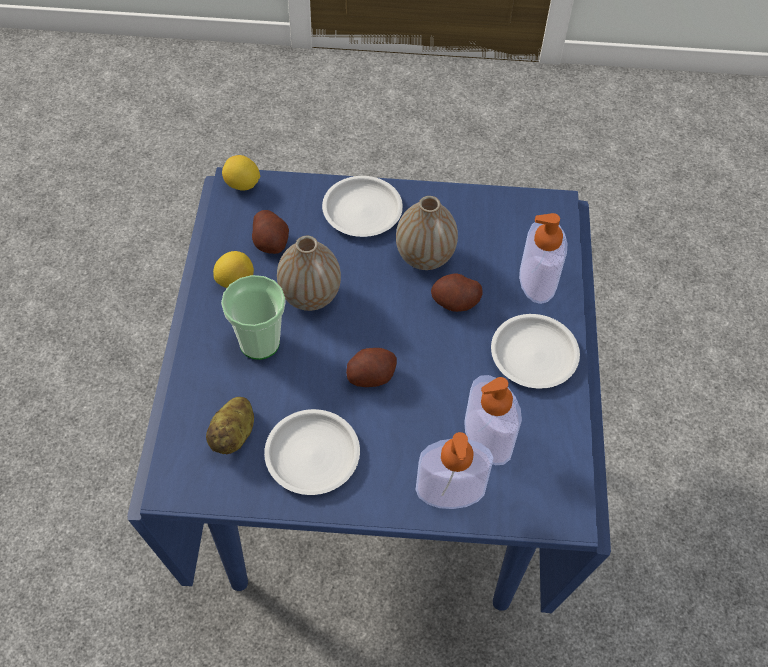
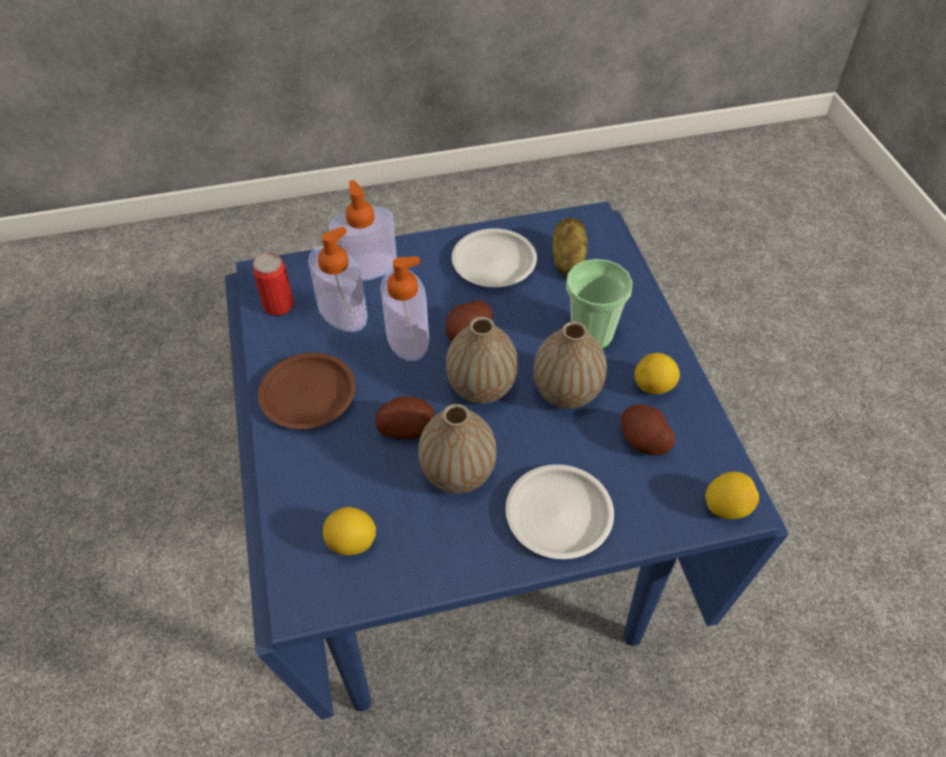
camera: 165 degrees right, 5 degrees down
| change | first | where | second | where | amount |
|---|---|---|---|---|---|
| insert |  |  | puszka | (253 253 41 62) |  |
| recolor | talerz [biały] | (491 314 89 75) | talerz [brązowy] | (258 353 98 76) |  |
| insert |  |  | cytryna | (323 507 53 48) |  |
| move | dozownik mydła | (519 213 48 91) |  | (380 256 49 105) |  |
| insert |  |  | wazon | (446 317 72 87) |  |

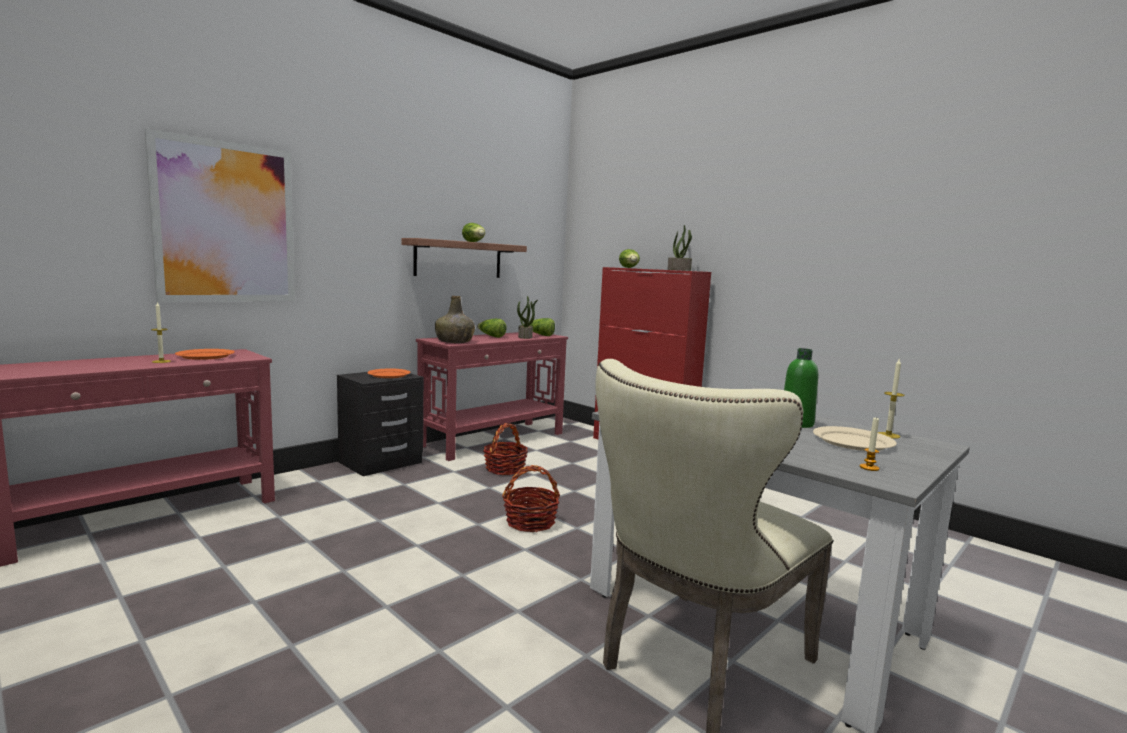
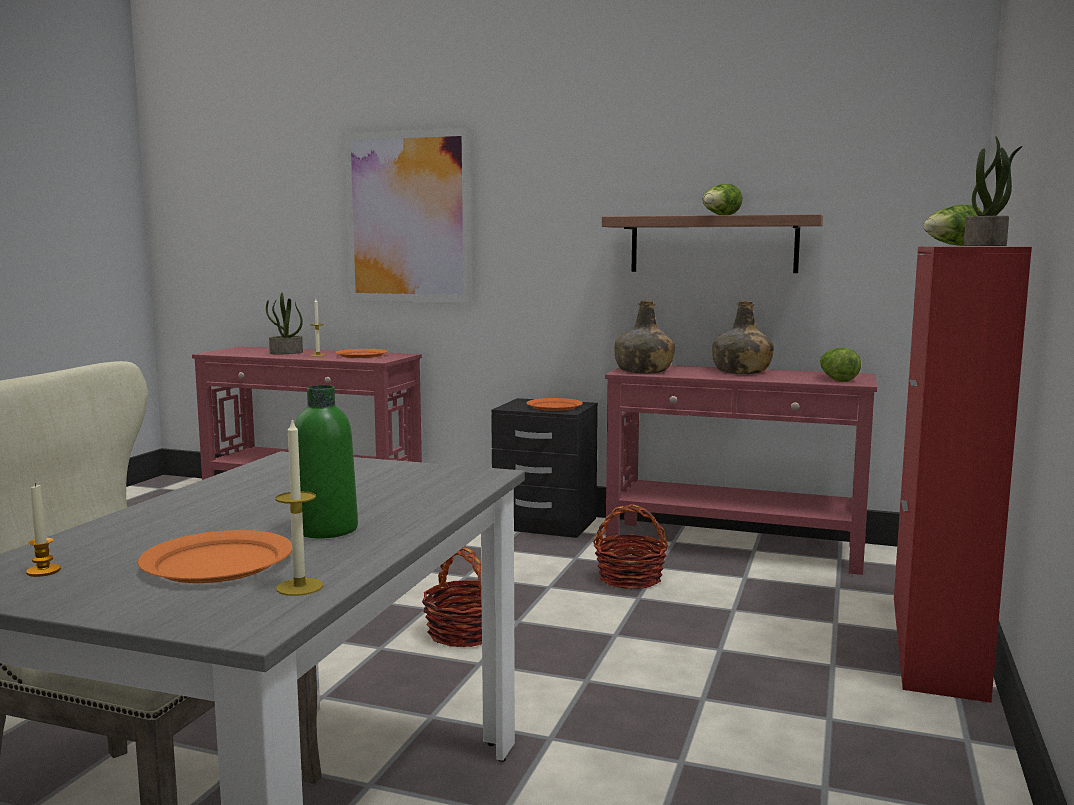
camera: 65 degrees right, 0 degrees up
| change | first | where | second | where | amount |
|---|---|---|---|---|---|
| recolor | talerz [beżowy] | (813 426 84 25) | talerz [pomarańczowy] | (138 530 154 53) |  |
| move | roślina doniczkowa | (517 296 21 43) |  | (266 293 37 61) |  |
| replace | sałata | (477 319 29 19) | butelka [zielony] | (712 301 62 73) |  |

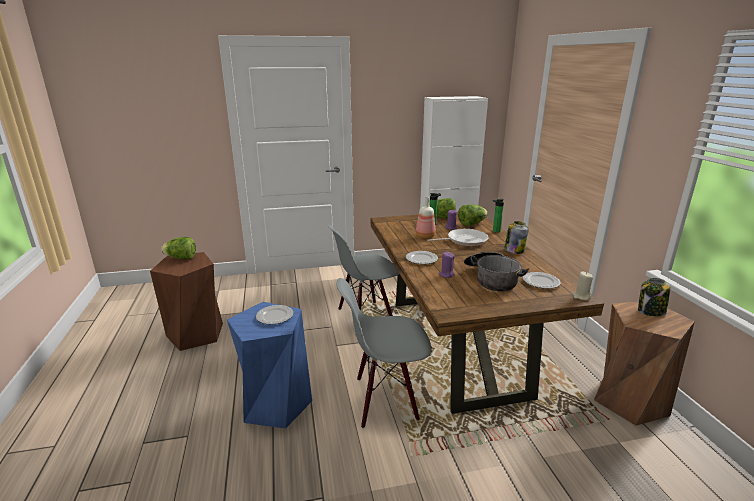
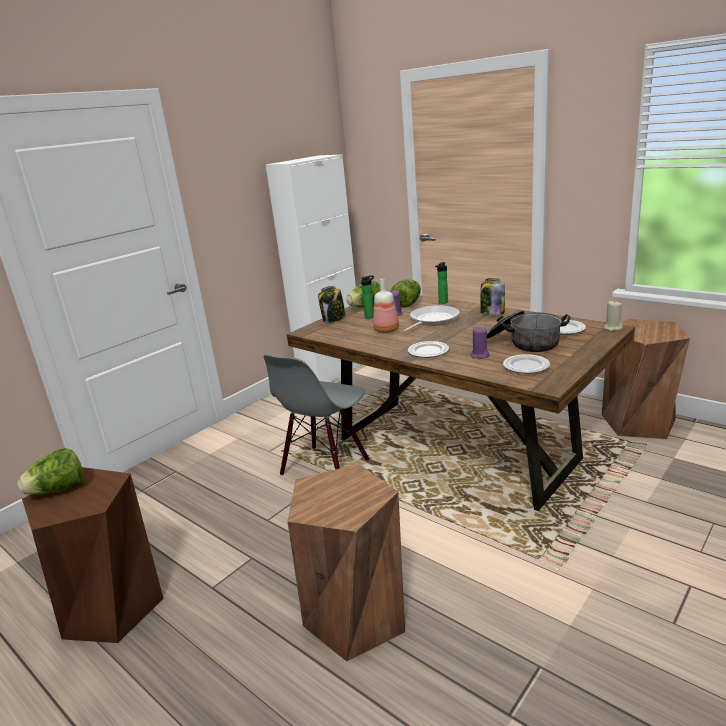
camera: 35 degrees left, 0 degrees up
| change | first | where | second | where | amount |
|---|---|---|---|---|---|
| recolor | stołek [niebieski] | (227 302 85 127) | stołek [brązowy] | (287 464 118 198) |  |
| move | słoik | (638 278 32 38) |  | (318 286 28 37) |  |
| move | talerz | (256 305 37 19) |  | (503 354 47 19) |  |
| delete | krzesło [szary] | (336 278 95 150) |  |  |  |

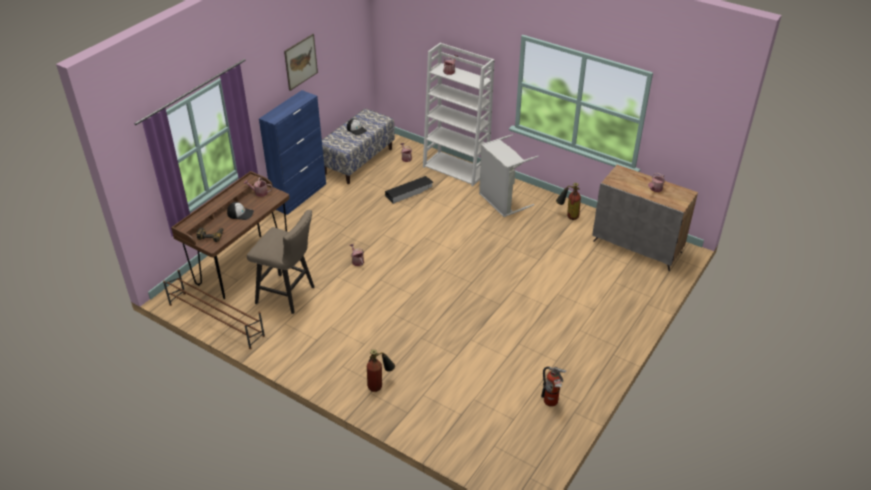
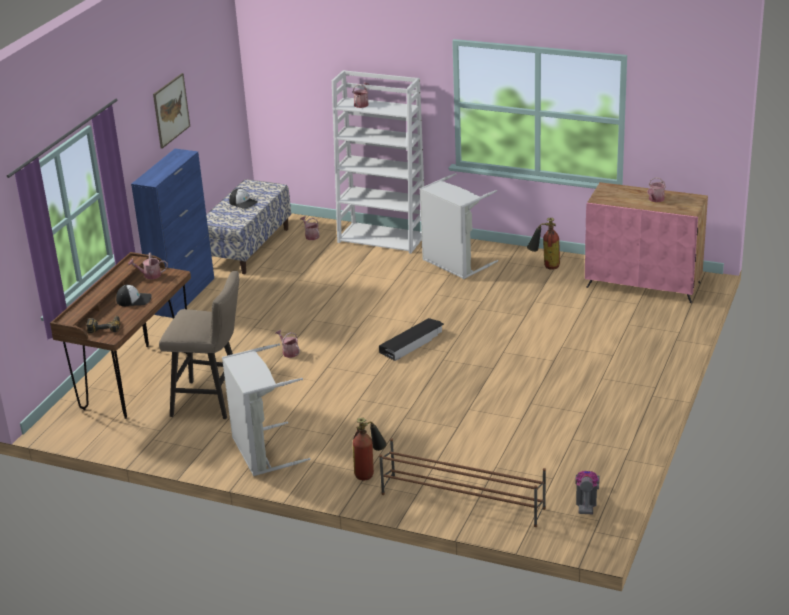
camera: 10 degrees left, 10 degrees down
| change | first | where | second | where | amount |
|---|---|---|---|---|---|
| insert |  |  | kosz na pranie [szary] | (222 343 89 133) |  |
| move | pojemnik do przechowywania [czarny] | (385 176 49 28) |  | (379 318 65 43) |  |
| move | regał na buty [brązowy] | (163 270 102 79) |  | (379 438 167 89) |  |
| insert |  |  | odkurzacz | (575 471 25 43) |  |
| recolor | szafka [szary] | (592 165 106 106) | szafka [różowy] | (585 182 123 121) |  |
| delete | gaśnica | (541 366 26 40) |  |  |  |

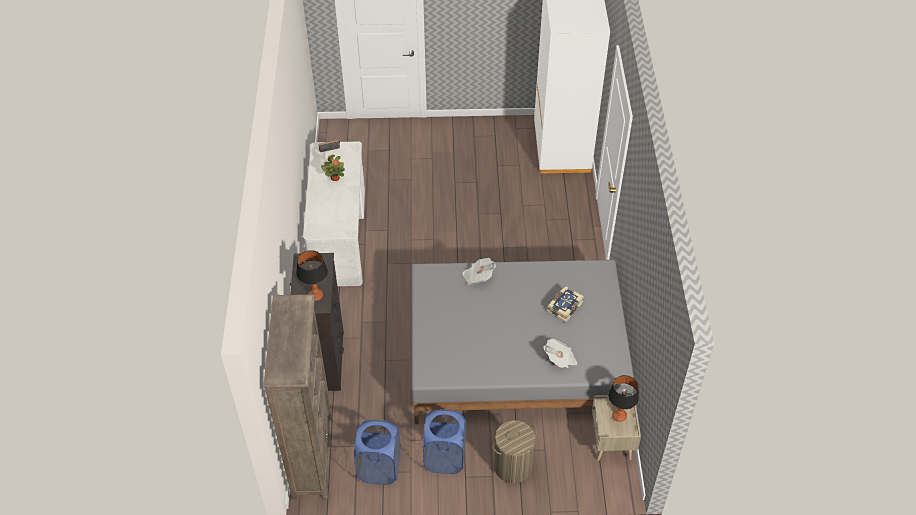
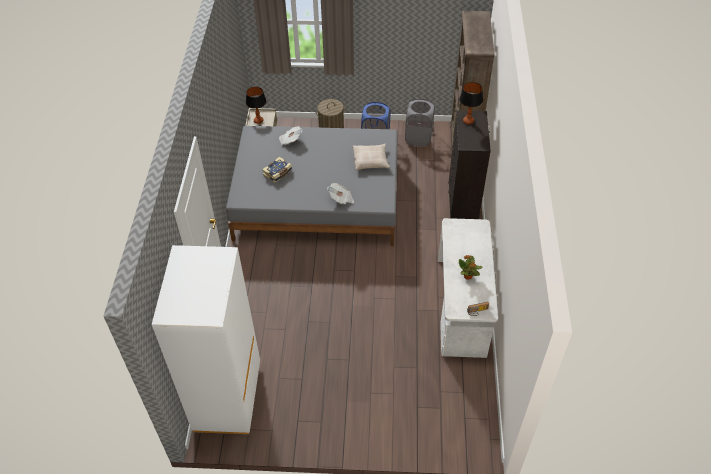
camera: 175 degrees left, 0 degrees up
| change | first | where | second | where | amount |
|---|---|---|---|---|---|
| insert |  |  | poduszka [beżowy] | (352 144 38 26) |  |
| recolor | kosz na pranie [niebieski] | (354 420 47 65) | kosz na pranie [szary] | (405 99 30 47) |  |

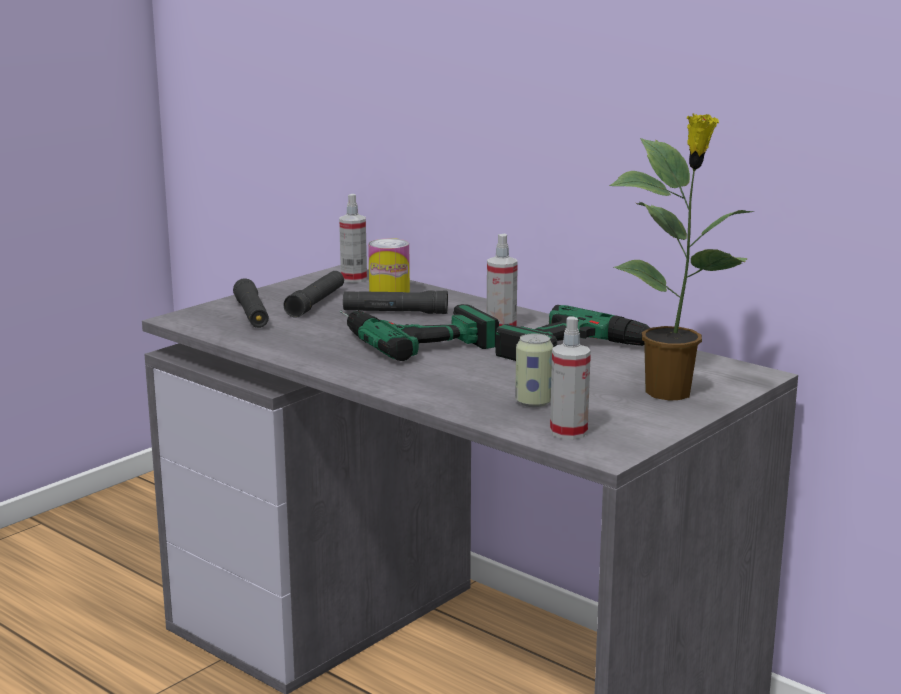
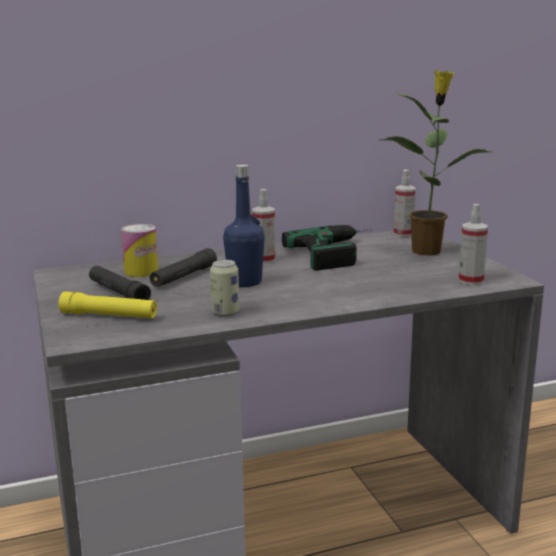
camera: 60 degrees left, 0 degrees up
| change | first | where | second | where | amount |
|---|---|---|---|---|---|
| recolor | latarka [czarny] | (233 279 36 49) | latarka [żółty] | (59 291 98 27) |  |
| move | puszka | (515 334 39 73) |  | (210 260 29 57) |  |
| replace | wiertarka | (340 304 159 57) | butelka [niebieski] | (223 164 42 123) |  |
| move | spryskiwacz | (339 194 28 89) |  | (394 169 22 68) |  |

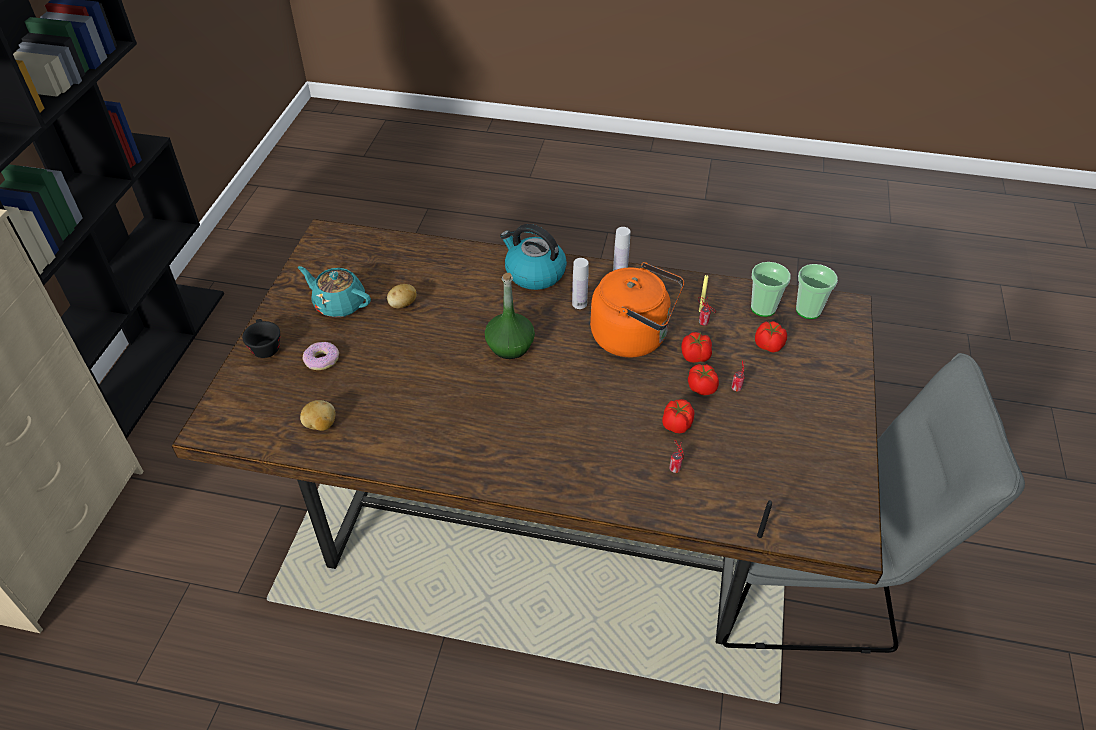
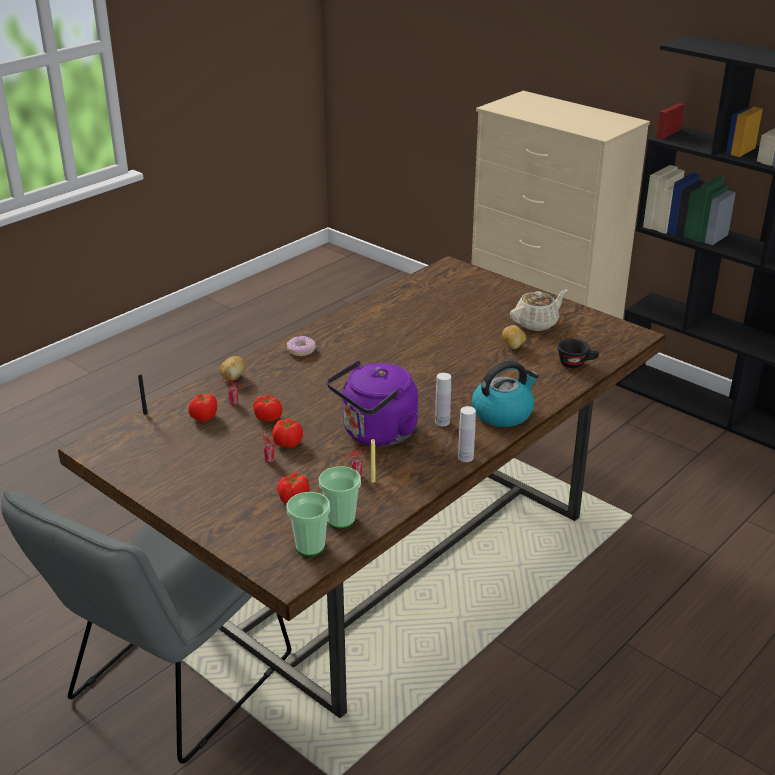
camera: 120 degrees right, 15 degrees down
| change | first | where | second | where | amount |
|---|---|---|---|---|---|
| move | pomidor | (681 332 31 31) |  | (188 393 29 29) |  |
| move | ziemniak | (300 400 35 31) |  | (220 356 25 24) |  |
| move | donut | (303 342 36 28) |  | (287 336 29 20) |  |
| recolor | czajnik [pomarańczowy] | (590 262 94 95) | czajnik [fioletowy] | (327 360 91 86) |  |
| recolor | imbryk [turkusowy] | (298 266 73 51) | imbryk [beżowy] | (510 290 57 41) |  |
| move | filiżanka [czarny] | (242 319 38 39) |  | (558 339 41 29) |  |
| delete | butelka [zielony] | (485 273 50 86) |  |  |  |

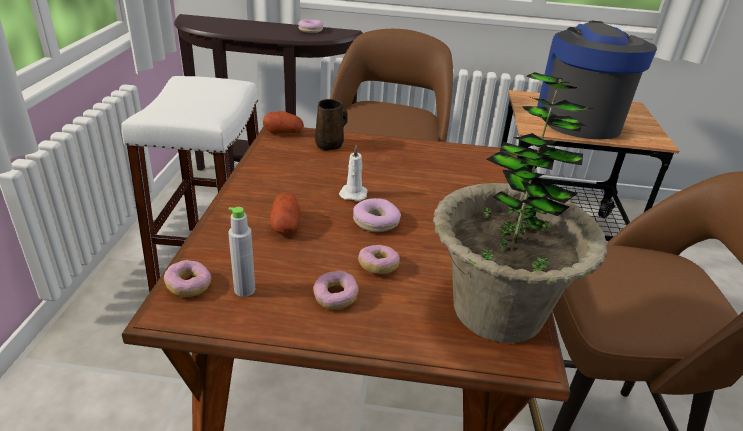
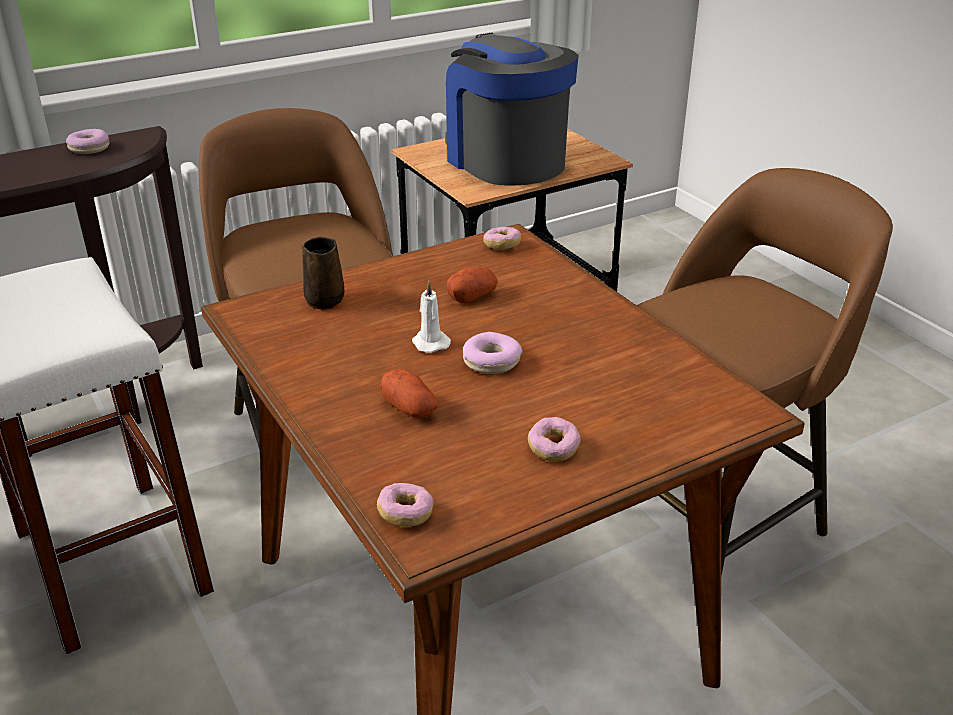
camera: 35 degrees left, 0 degrees up
| change | first | where | second | where | amount |
|---|---|---|---|---|---|
| move | ziemniak | (263 111 41 23) |  | (446 267 52 37) |  |
| move | donut | (358 245 42 29) |  | (483 227 38 22) |  |
| delete | butelka [szary] | (228 207 27 90) |  |  |  |
| delete | roślina doniczkowa | (433 72 175 271) |  |  |  |

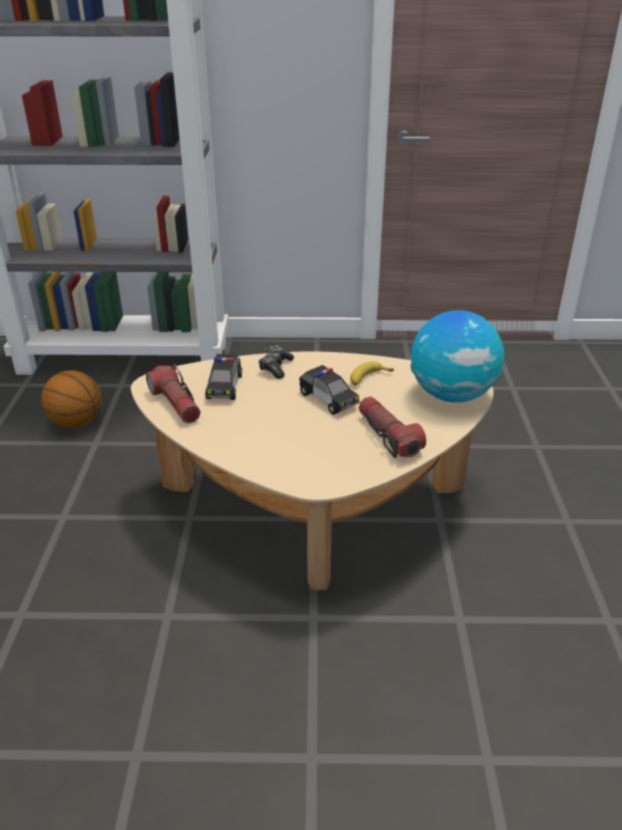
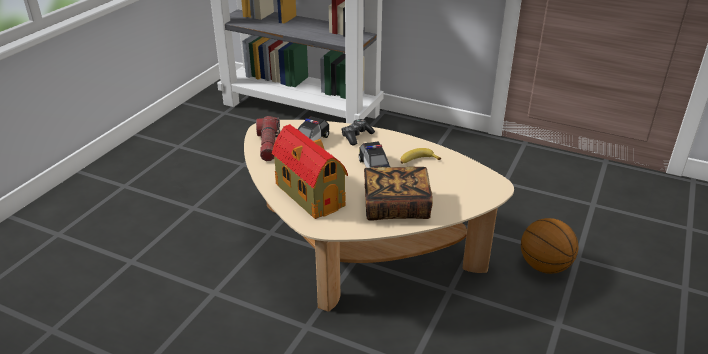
camera: 25 degrees right, 0 degrees up
| change | first | where | second | where | amount |
|---|---|---|---|---|---|
| insert |  |  | domek | (272 124 76 95) |  |
| replace | latarka | (359 396 67 62) | książka | (364 166 69 55) |  |
| move | piłka do koszykówki | (41 371 61 57) |  | (521 218 58 56) |  |
| delete | globus | (410 310 94 92) |  |  |  |

